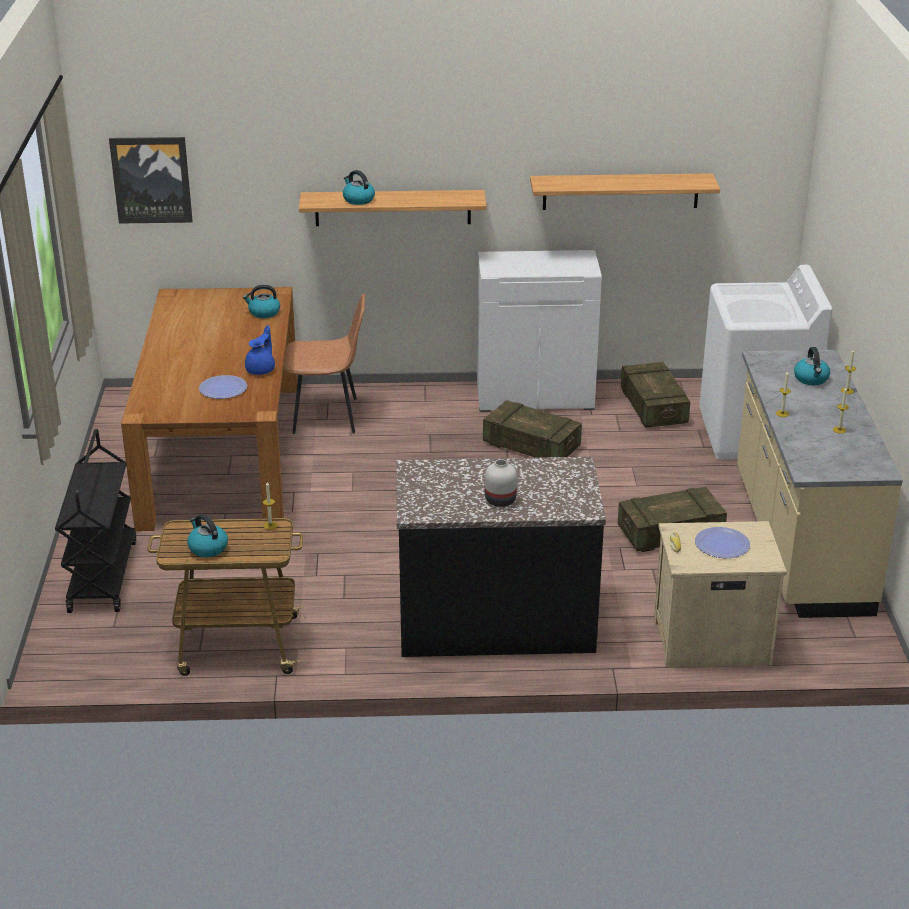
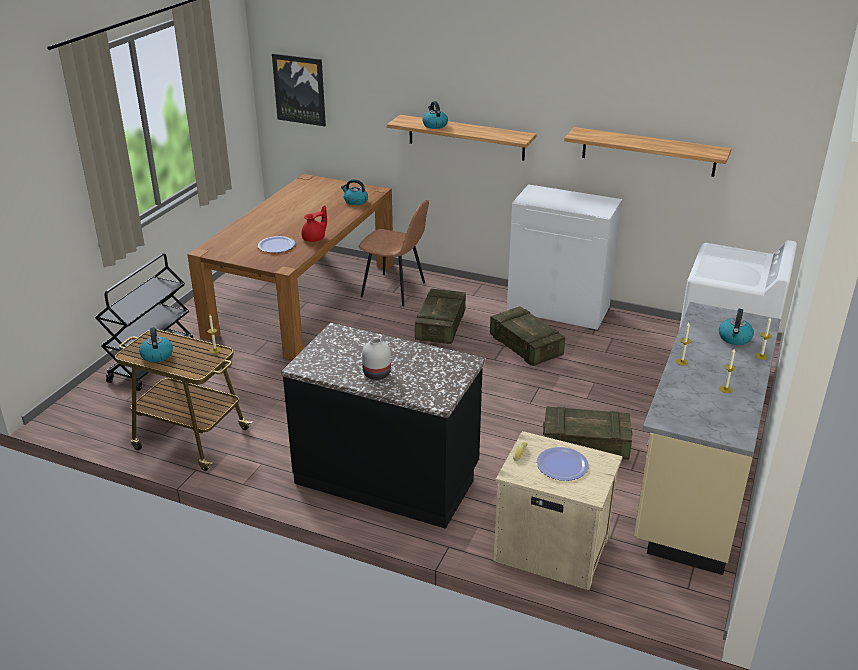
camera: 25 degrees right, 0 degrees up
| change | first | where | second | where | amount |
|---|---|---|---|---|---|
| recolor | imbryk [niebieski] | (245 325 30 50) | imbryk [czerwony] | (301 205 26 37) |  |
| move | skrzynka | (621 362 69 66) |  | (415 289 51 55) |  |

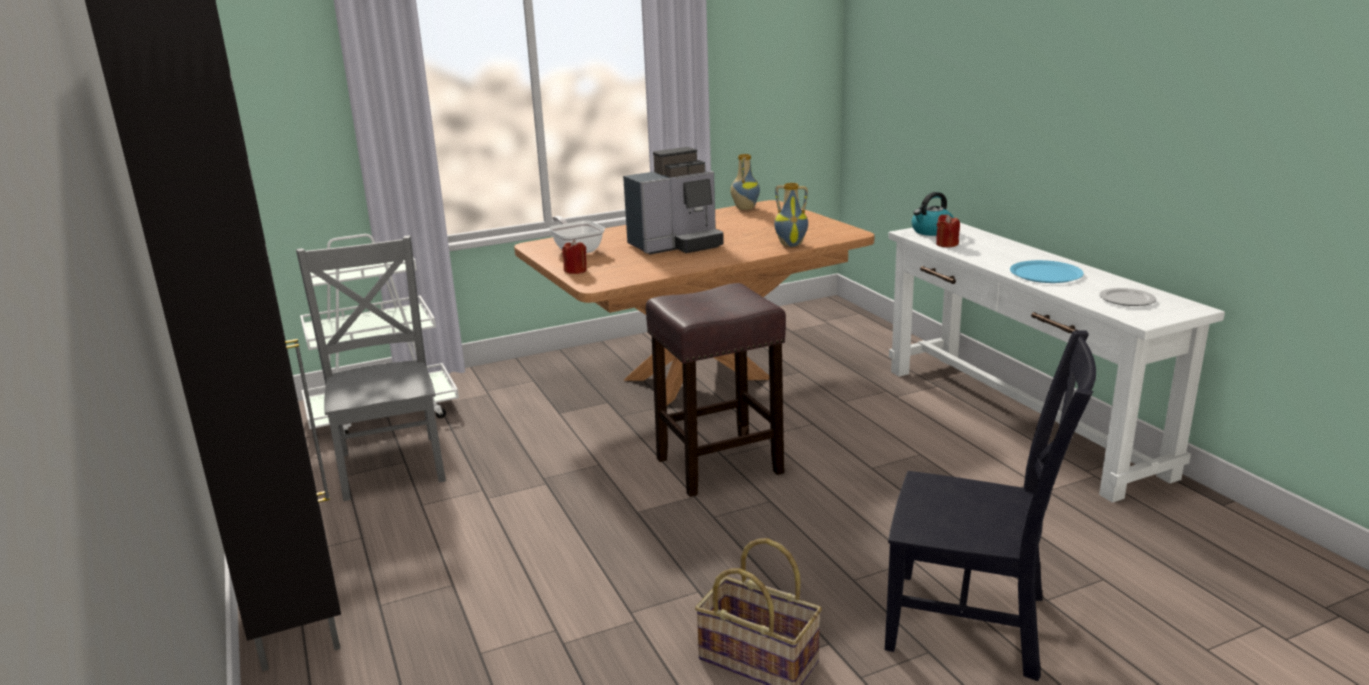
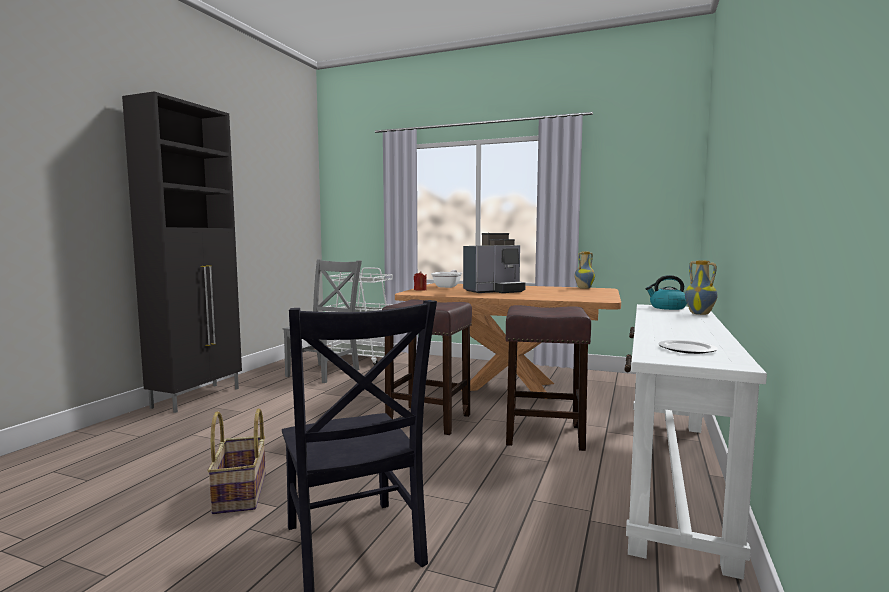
camera: 45 degrees right, 15 degrees down
| change | first | where | second | where | amount |
|---|---|---|---|---|---|
| rotate | ekspres do kawy | (623 147 101 107) |  | (463 233 63 60) | 45 degrees counterclockwise |
| insert |  |  | stołek [brązowy] | (505 305 86 146) |  |
| move | wazon | (774 183 34 64) |  | (685 261 32 54) |  |
| delete | świeca [czerwony] | (936 214 24 33) |  |  |  |
| delete | talerz [niebieski] | (1010 260 74 23) |  |  |  |

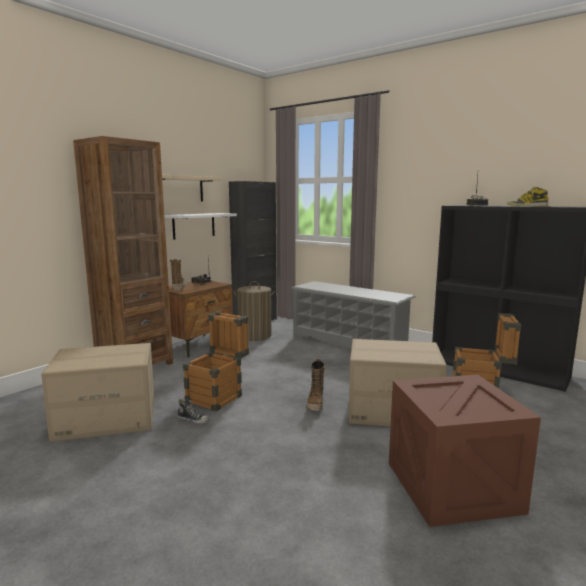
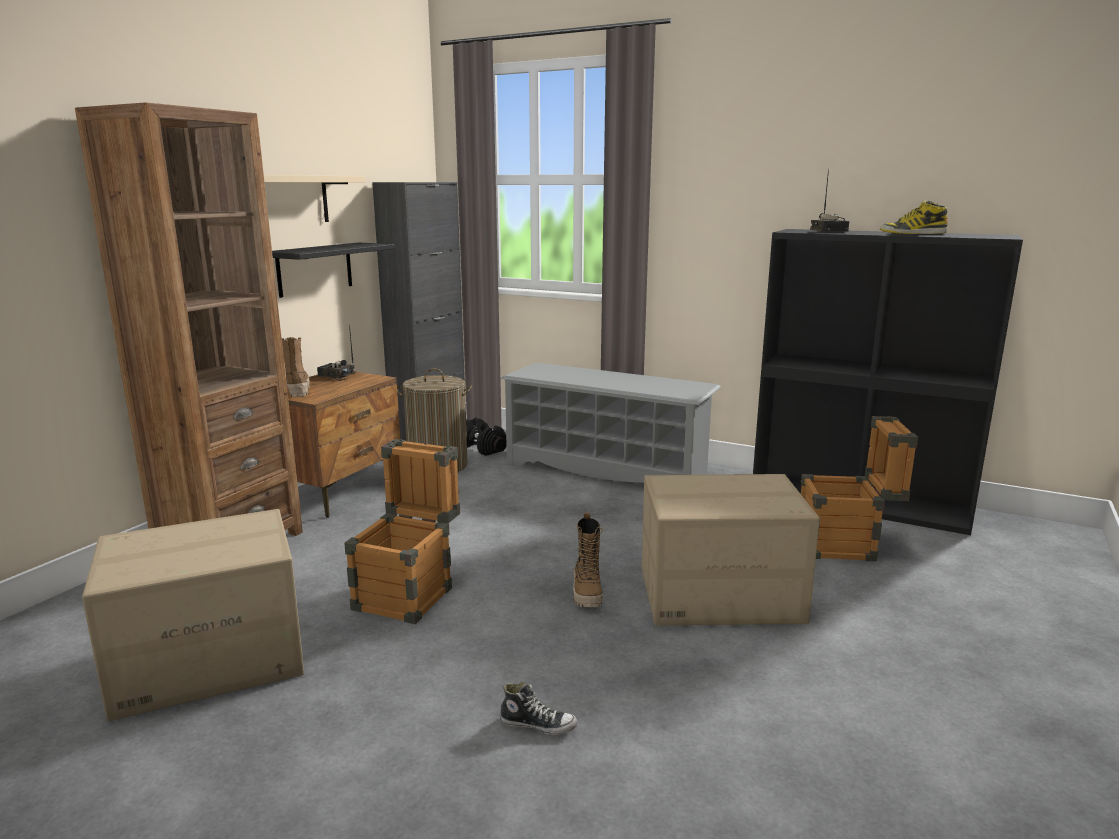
camera: 10 degrees left, 5 degrees up
| change | first | where | second | where | amount |
|---|---|---|---|---|---|
| recolor | półka [biały] | (164 213 73 27) | półka [czarny] | (272 242 123 56) |  |
| insert |  |  | hantel [czarny] | (466 417 41 39) |  |
| move | but | (177 399 33 25) |  | (500 681 77 55) |  |
| delete | skrzynka | (389 375 152 152) |  |  |  |

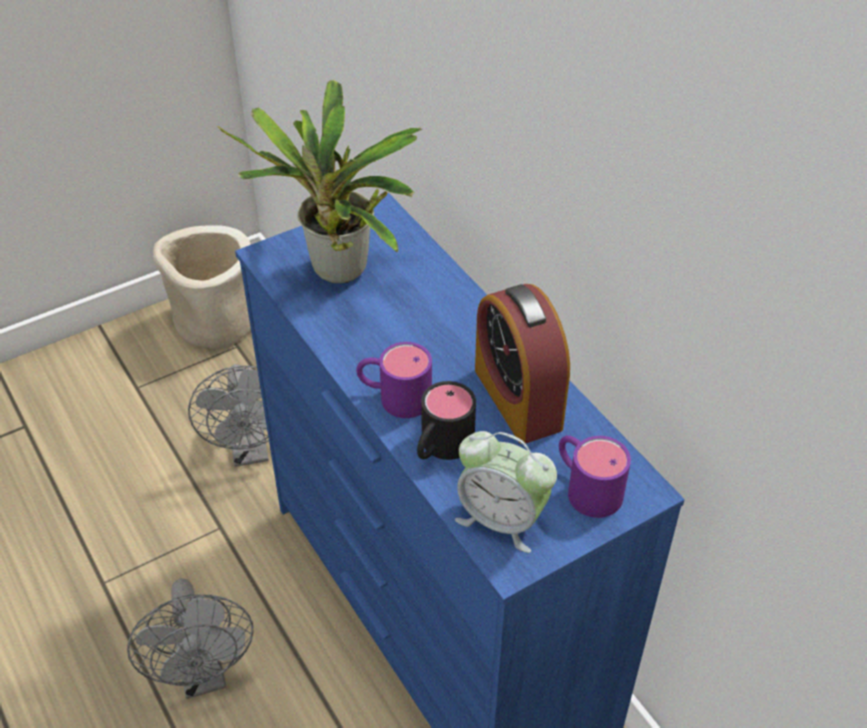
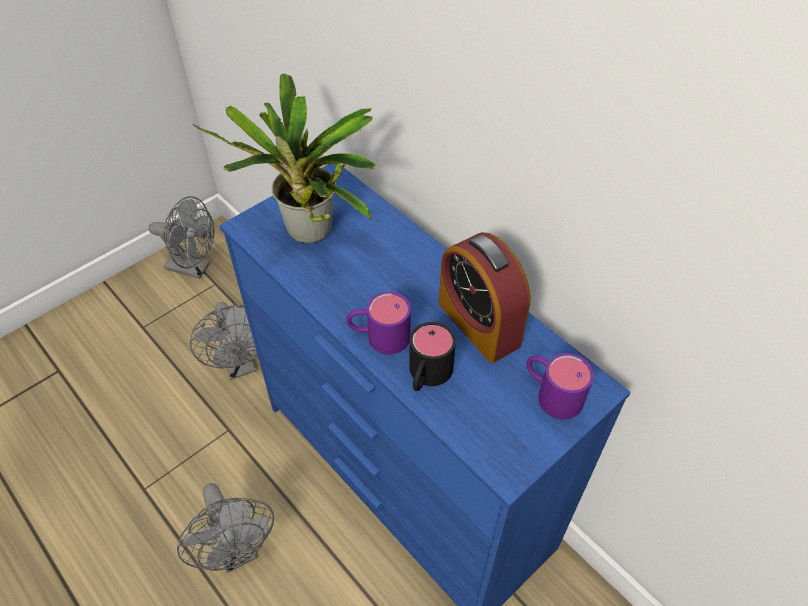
camera: 10 degrees left, 5 degrees up
| change | first | where | second | where | amount |
|---|---|---|---|---|---|
| replace | donica [beżowy] | (153 225 98 124) | wentylator [szary] | (148 196 66 83) |  |
| delete | budzik | (455 431 102 122) |  |  |  |

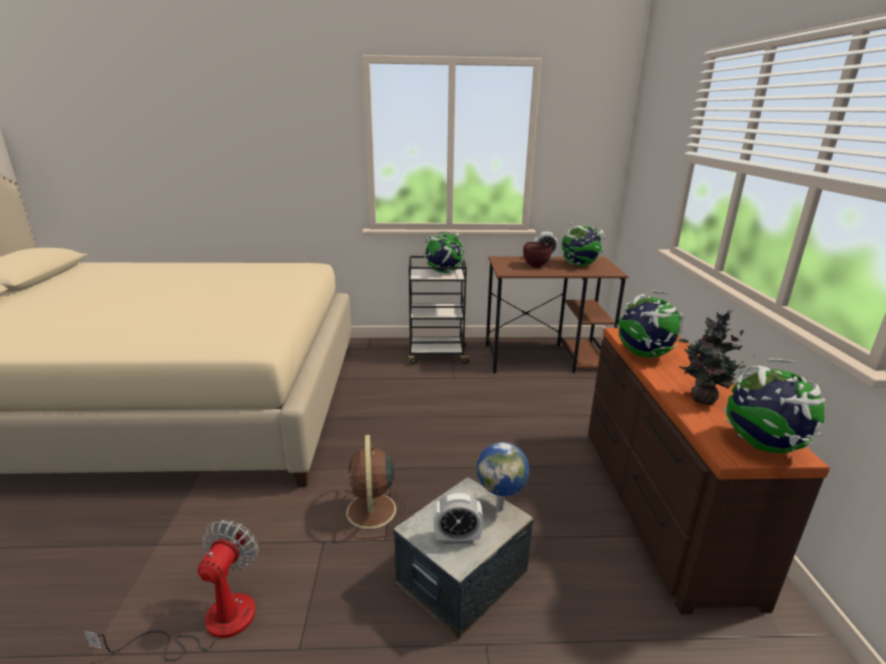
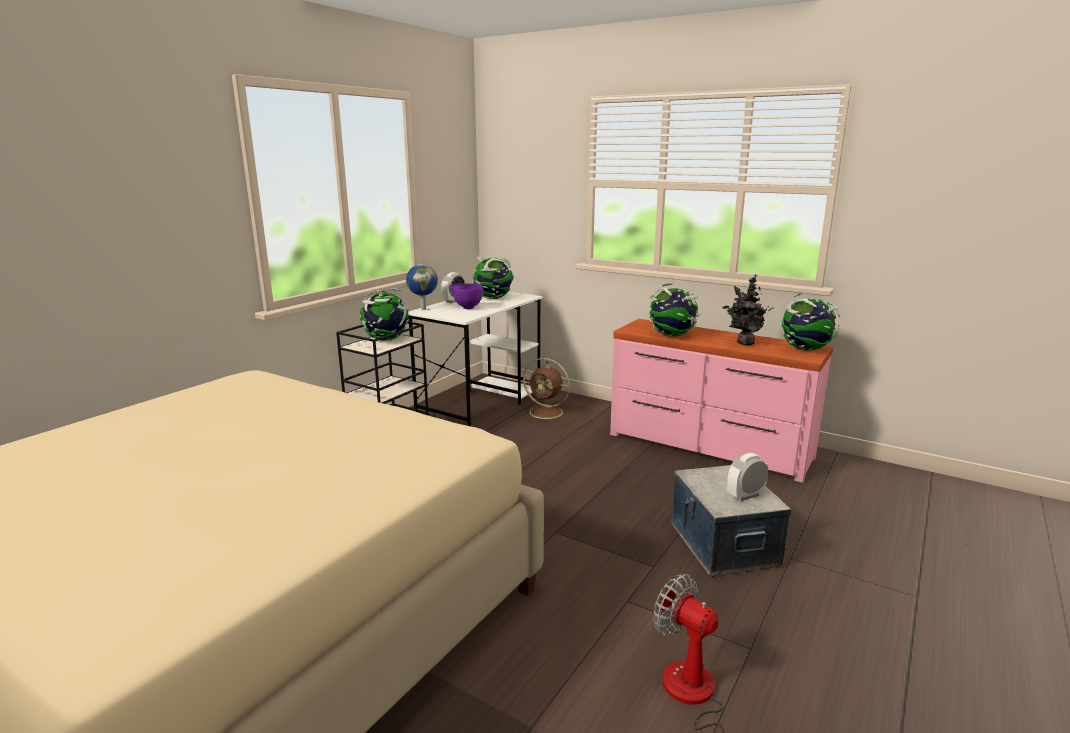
camera: 55 degrees left, 5 degrees down
| change | first | where | second | where | amount |
|---|---|---|---|---|---|
| move | globus | (477 442 52 69) |  | (406 264 32 46) |  |
| recolor | biurko [brązowy] | (486 256 143 117) | biurko [biały] | (408 292 135 134) |  |
| recolor | miska [brązowy] | (523 242 29 26) | miska [fioletowy] | (450 283 33 26) |  |
| move | wentylator [brązowy] | (336 435 73 104) |  | (521 358 51 65) |  |
| recolor | komoda [brązowy] | (588 328 242 287) | komoda [różowy] | (610 319 223 164) |  |
| rotate | budzik | (434 491 49 53) |  | (727 453 41 48) | 150 degrees counterclockwise |

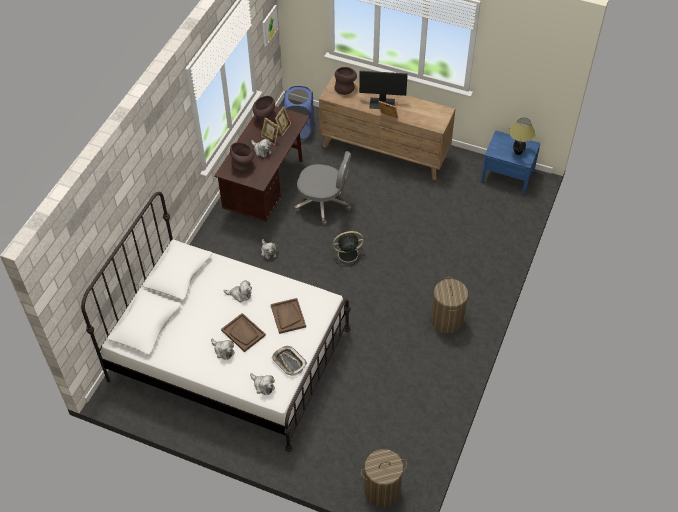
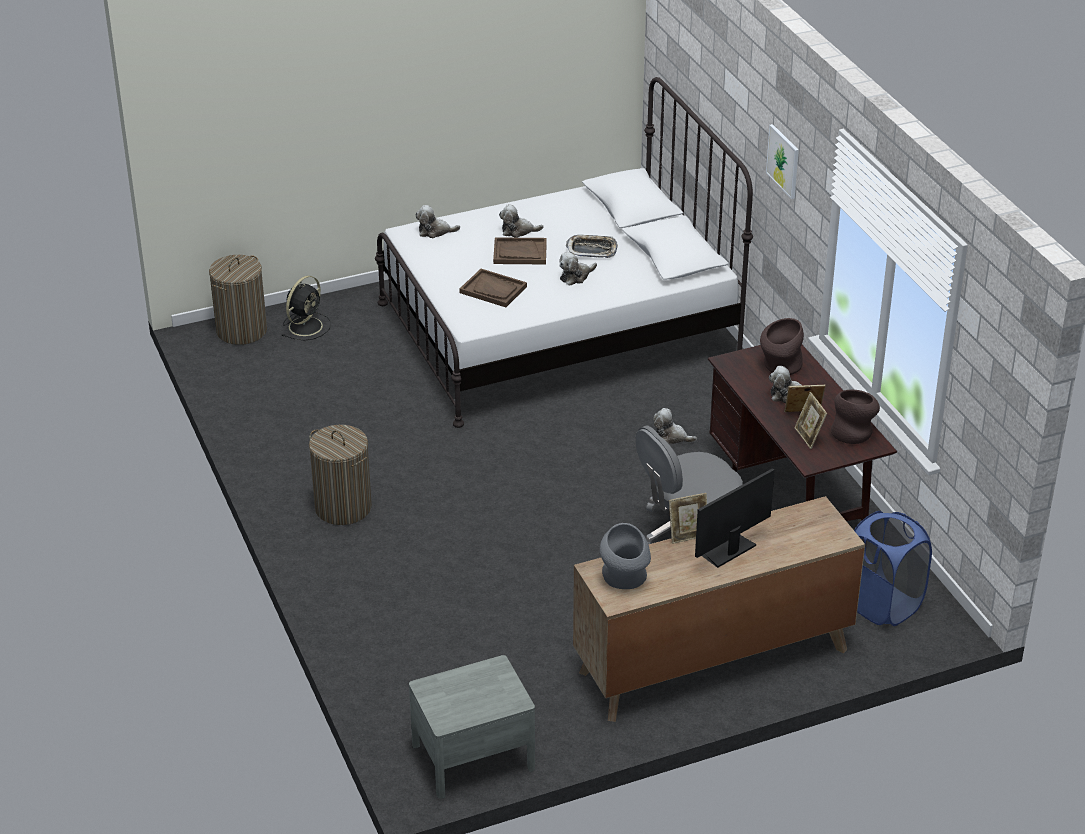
camera: 135 degrees right, 15 degrees down
| change | first | where | second | where | amount |
|---|---|---|---|---|---|
| move | wentylator [czarny] | (333 231 32 36) |  | (282 276 49 65) |  |
| recolor | szafka nocna [niebieski] | (481 131 59 64) | szafka nocna [szary] | (409 655 126 144) |  |
| move | taca | (271 346 36 30) |  | (566 235 52 23) |  |
| insert |  |  | wazon [szary] | (600 523 51 66) |  |
| move | obraz | (262 5 16 41) |  | (766 124 33 75) |  |
| delete | wazon [brązowy] | (334 67 23 28) |  |  |  |
| delete | lampa stołowa | (509 118 27 37) |  |  |  |

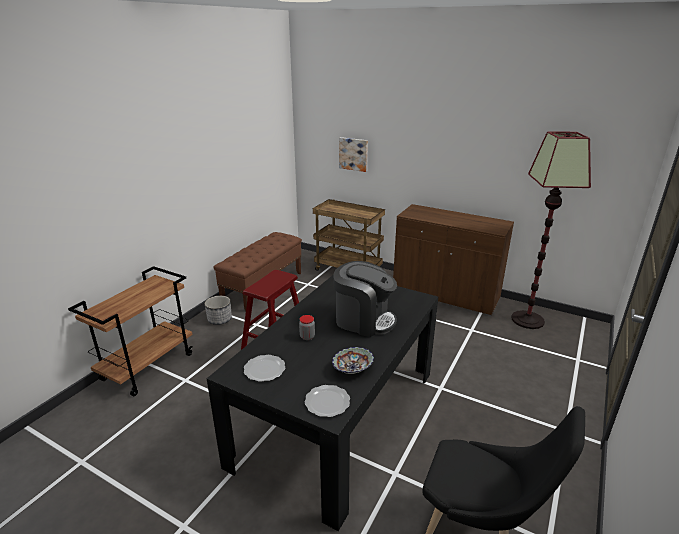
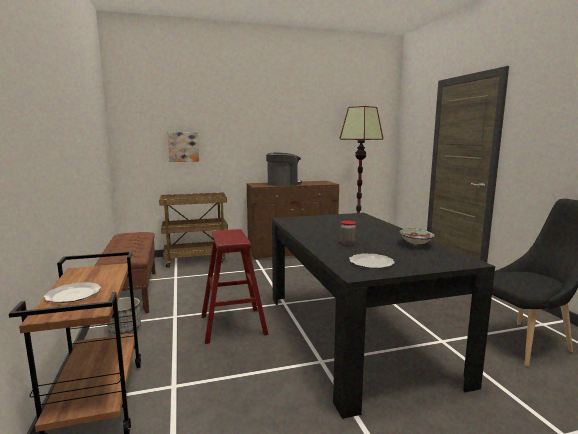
camera: 45 degrees left, 15 degrees down
| change | first | where | second | where | amount |
|---|---|---|---|---|---|
| move | talerz | (305 385 45 32) |  | (44 282 57 21) |  |
| move | ekspres do kawy | (333 261 64 76) |  | (266 152 36 34) |  |

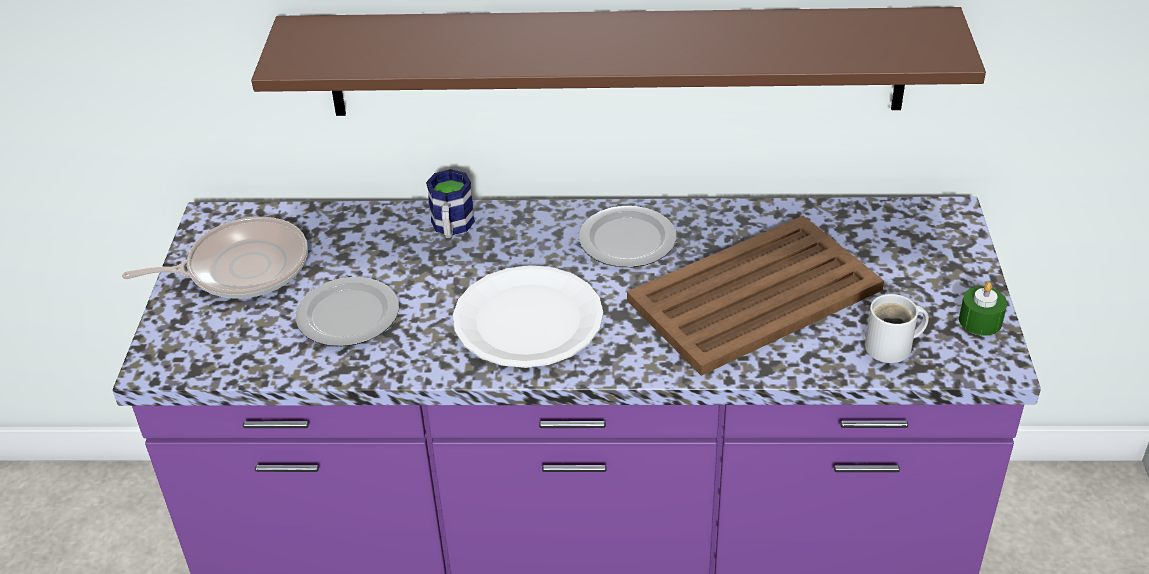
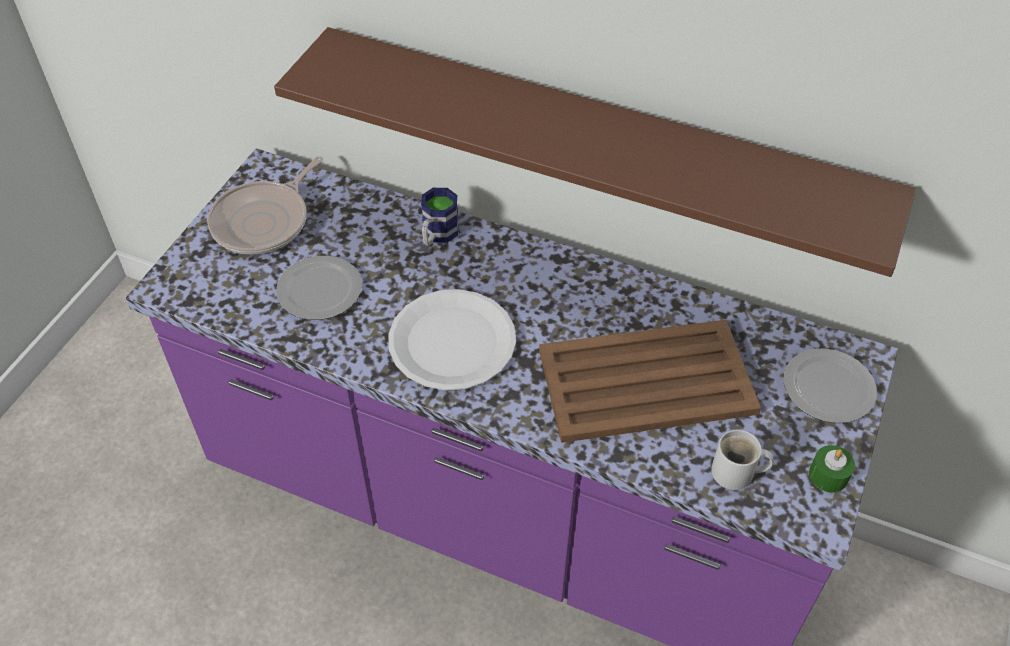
camera: 20 degrees right, 10 degrees up
| change | first | where | second | where | amount |
|---|---|---|---|---|---|
| rotate | patelnia | (122 217 186 82) |  | (207 156 116 99) | 120 degrees clockwise |
| move | talerz | (579 206 97 61) |  | (784 348 93 75) |  |

